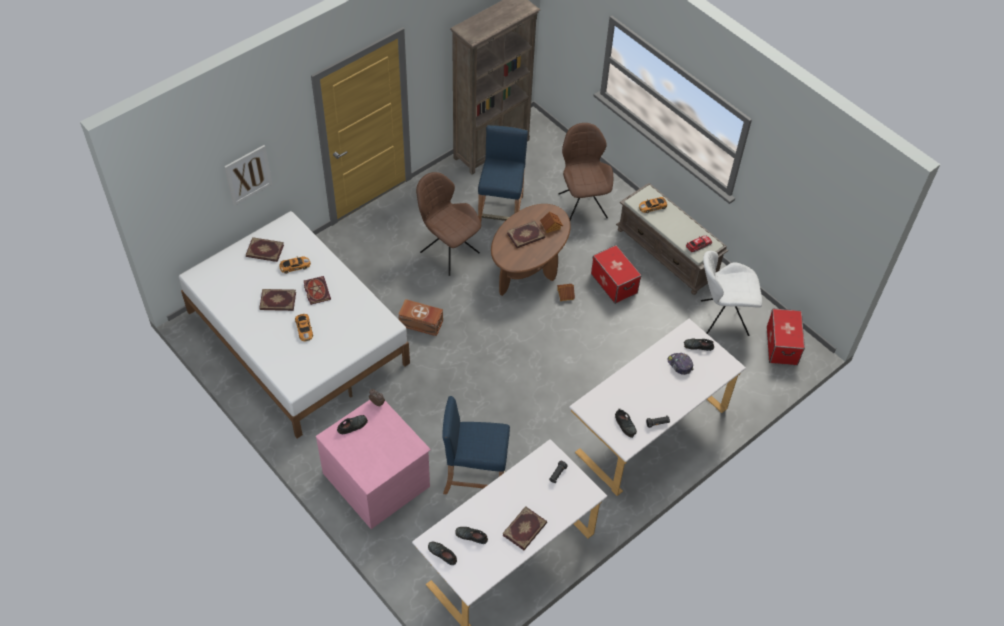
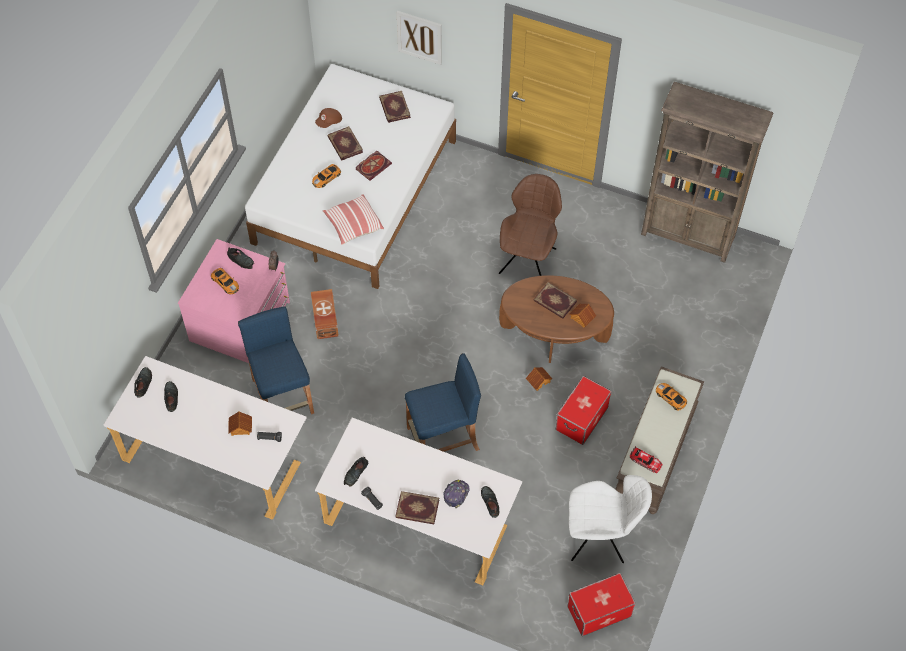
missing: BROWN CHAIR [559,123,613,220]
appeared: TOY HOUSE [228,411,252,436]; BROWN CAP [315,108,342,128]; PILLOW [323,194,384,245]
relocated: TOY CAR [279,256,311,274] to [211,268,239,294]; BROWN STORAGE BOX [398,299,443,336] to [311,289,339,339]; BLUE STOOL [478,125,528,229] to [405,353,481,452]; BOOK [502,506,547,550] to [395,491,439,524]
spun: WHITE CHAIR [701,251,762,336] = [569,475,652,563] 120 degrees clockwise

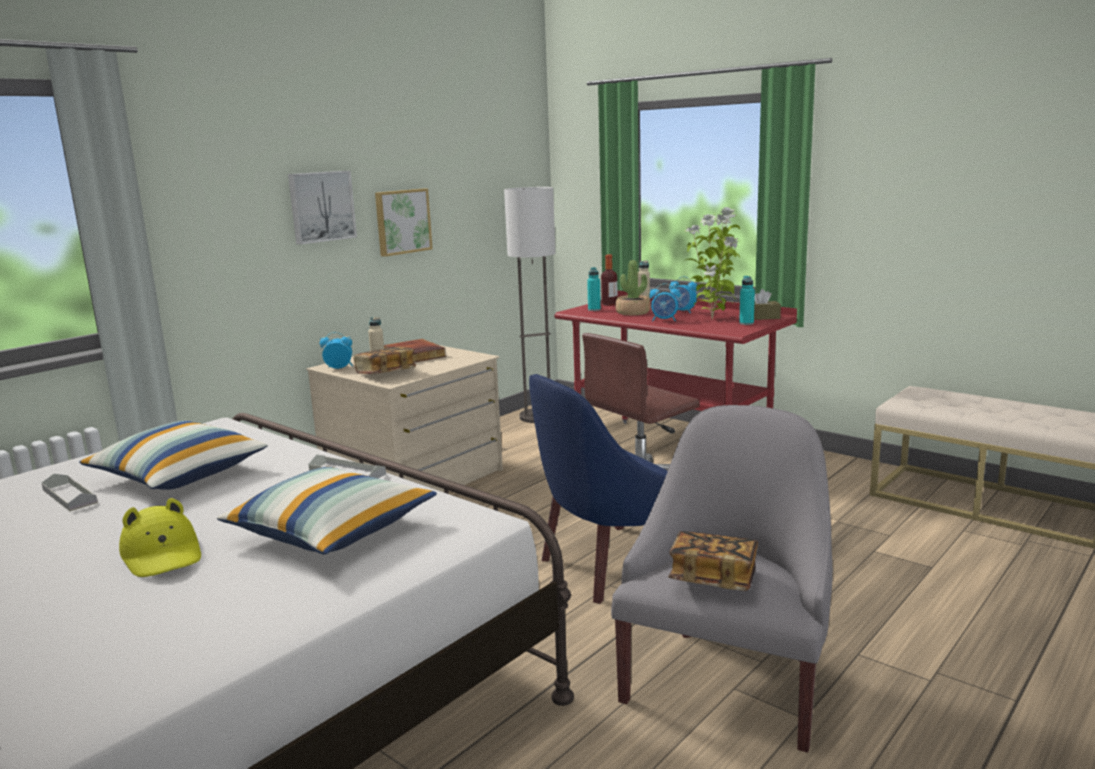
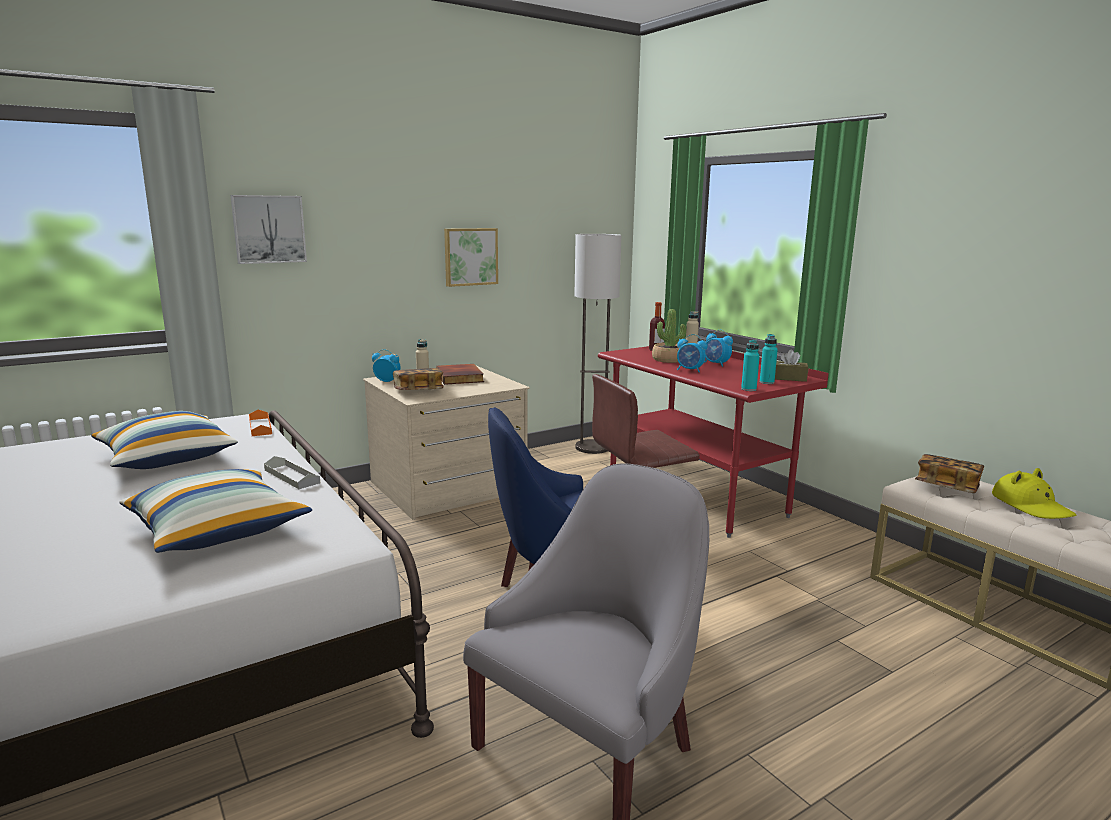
missing: GREY TRAY [41,474,98,511]; POTTED PLANT [684,207,740,319]
appeared: ORANGE TRAY [249,410,272,436]
relocated: YELLOW HAT [119,498,201,577] to [992,468,1076,519]; PICTURE [288,171,357,244] to [230,195,307,264]; TURQUOISE BOTTLE [587,267,601,311] to [741,340,760,391]; BOOK [668,531,758,591] to [915,454,984,493]

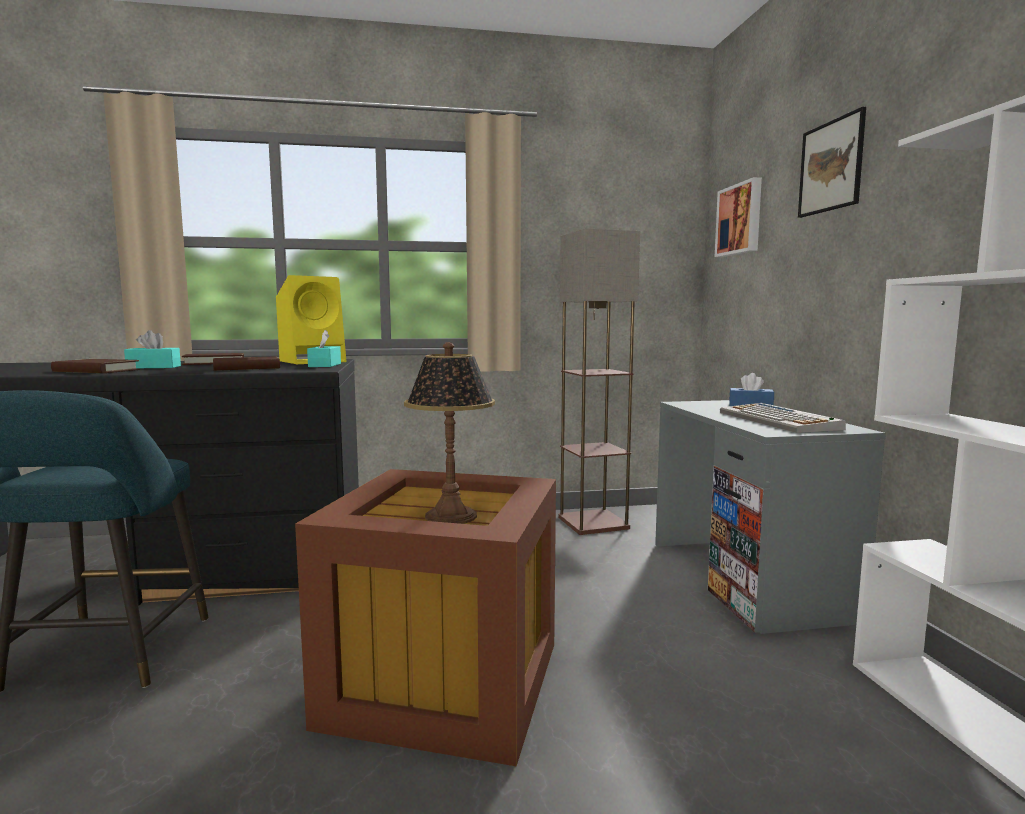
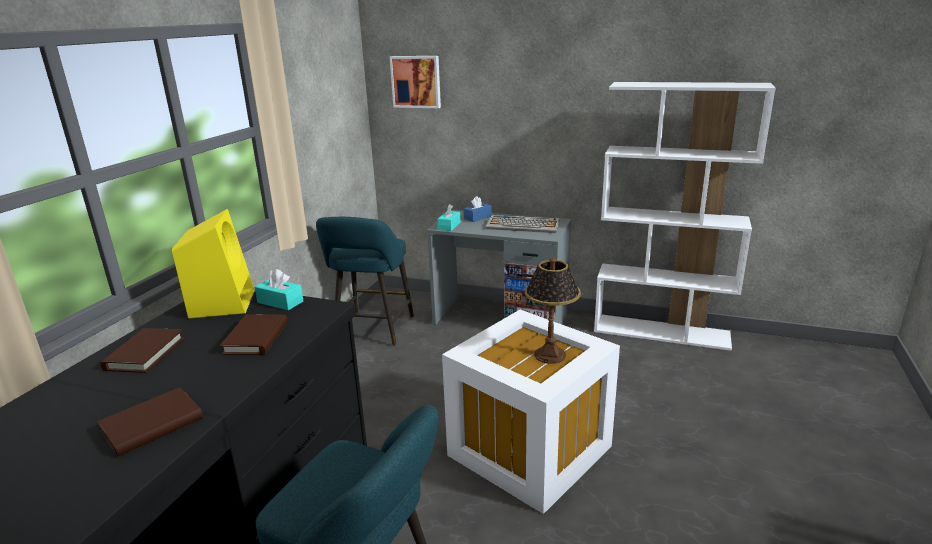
missing: PICTURE [798,107,866,218]
relocated: TURQUOISE TISSUE BOX [124,330,181,368] to [438,204,461,231]
exchanged: FLOOR LAMP [558,228,640,535] to TURQUOISE STOOL [316,217,414,346]
colour: BROWN STORAGE BOX [295,469,556,766] to WHITE STORAGE BOX [442,310,620,514]

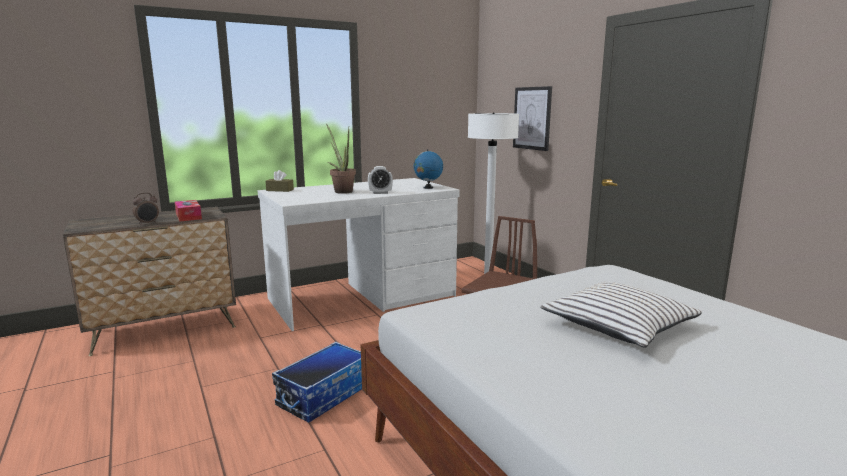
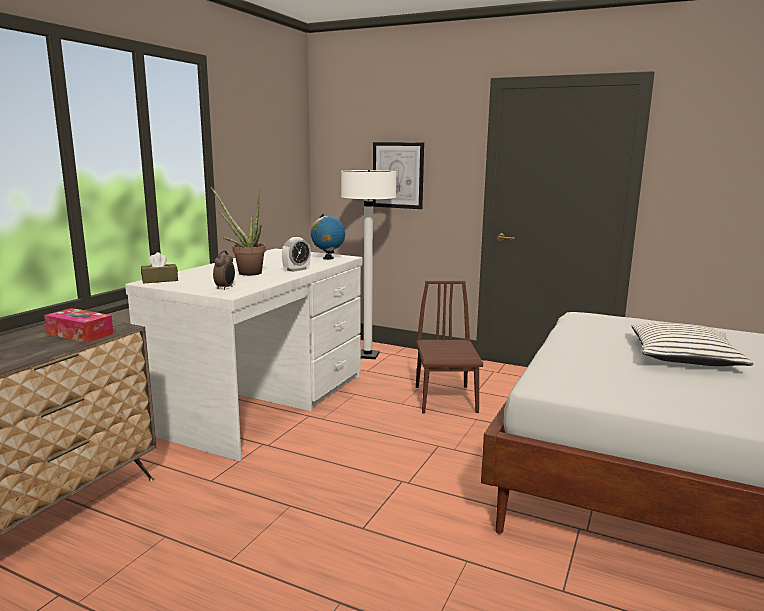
missing: STORAGE BOX [272,342,362,423]
relocated: ALARM CLOCK [132,193,159,225] to [213,251,235,290]

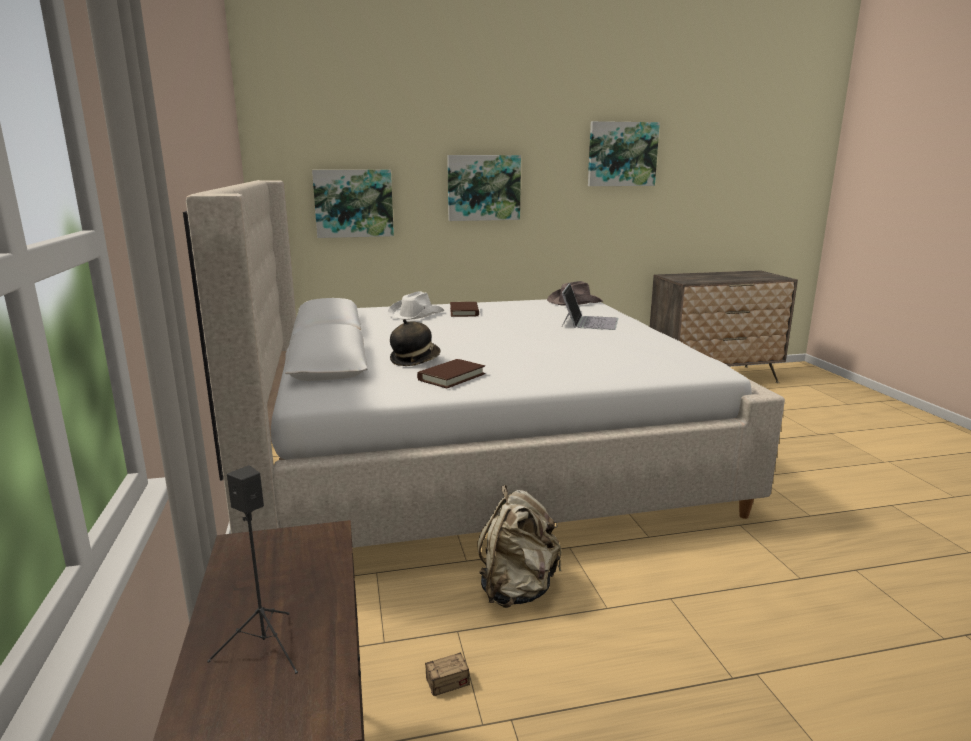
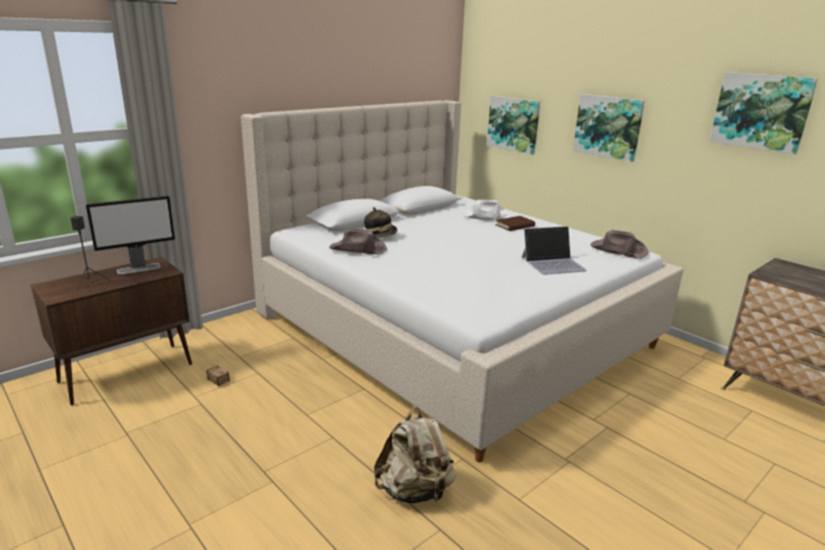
appeared: MONITOR [86,196,175,274]
relocated: BEIGE BACKPACK [477,485,562,608] to [374,407,456,503]
exchanged: BROWN BOOK [417,359,485,388] to BROWN HAT [329,229,387,255]

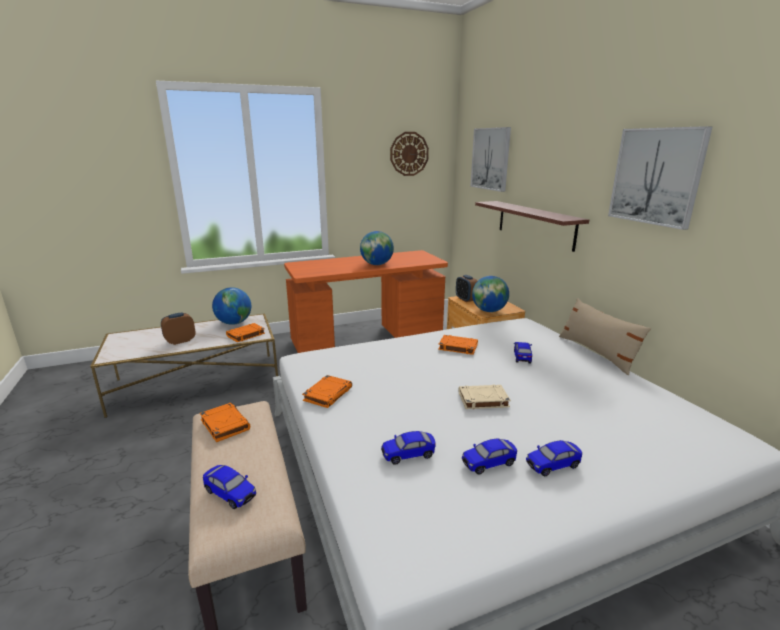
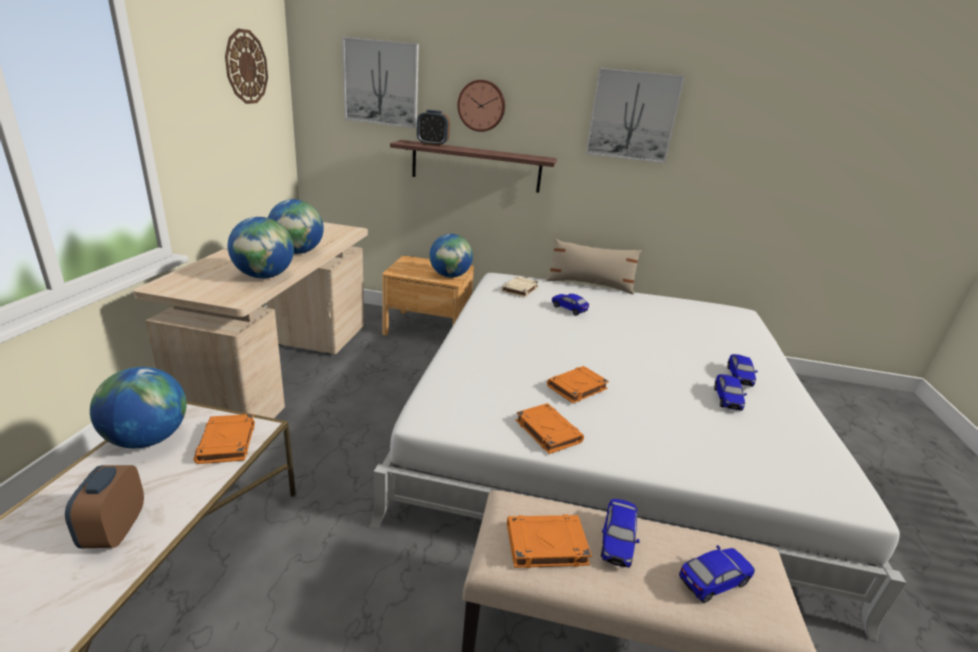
appeared: GLOBE [228,217,294,278]; WALL CLOCK [457,80,505,132]
relocated: TOY CAR [381,431,436,465] to [601,499,640,568]; ORANGE BOOK [438,335,478,355] to [547,366,609,403]; ALARM CLOCK [456,275,477,302] to [417,110,450,146]; BEIGE BOOK [459,385,511,409] to [501,276,539,298]
colour: ORANGE DESK [284,250,448,353] to BEIGE DESK [133,222,368,418]

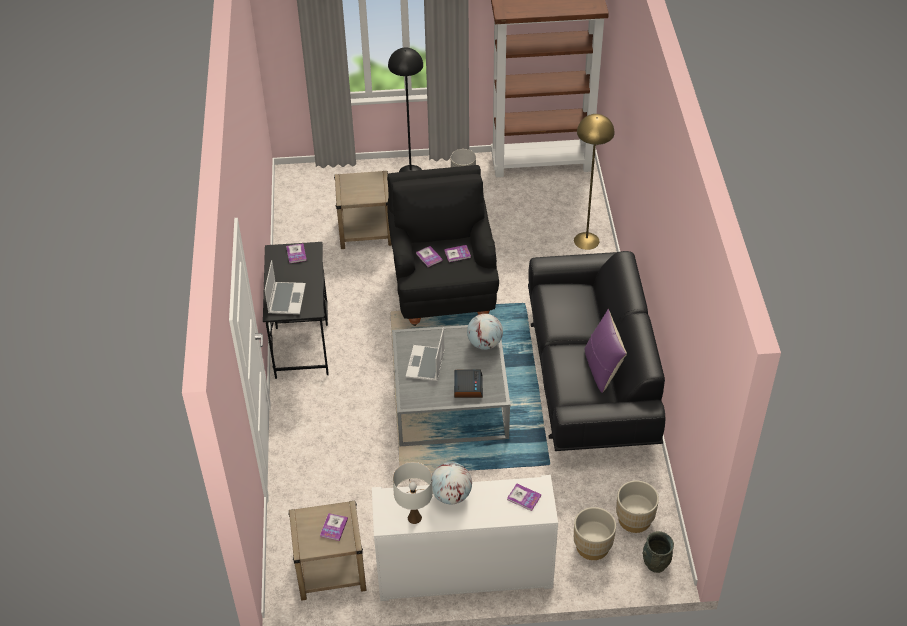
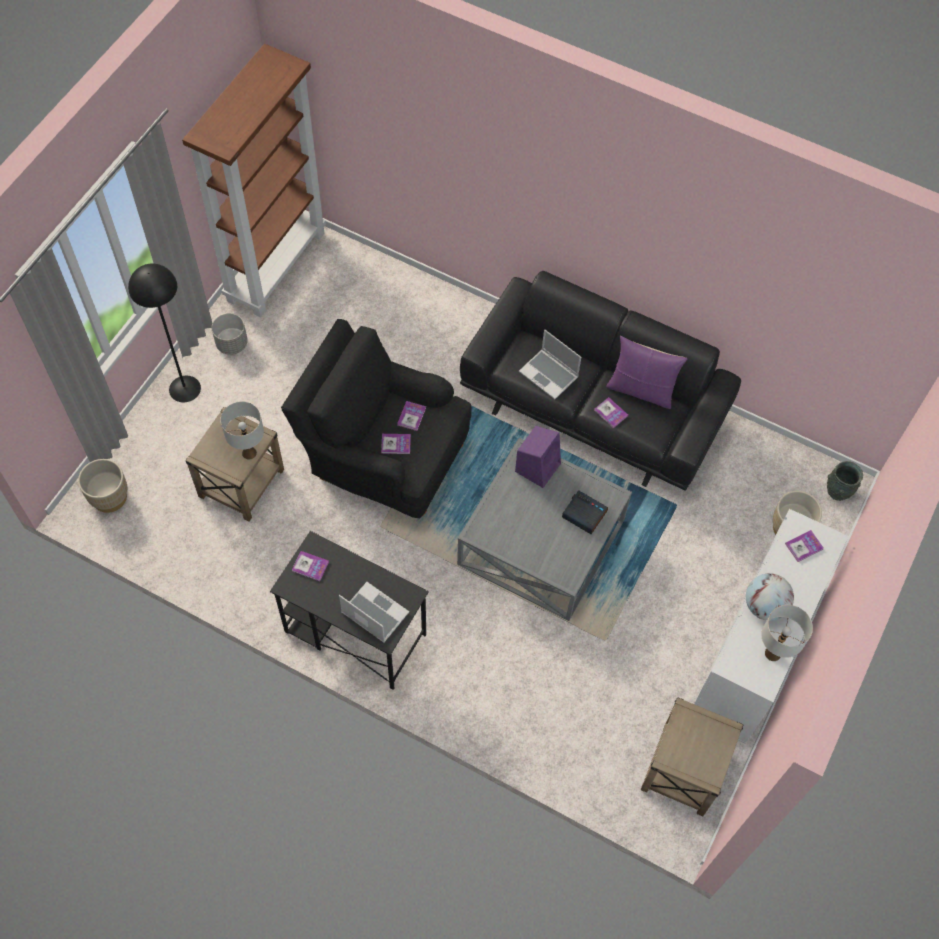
missing: YELLOW FLOOR LAMP [574,114,614,250]
appeared: WHITE TABLE LAMP [220,401,264,460]
relocated: BOOK [320,513,348,541] to [594,397,628,428]; LAPTOP [406,327,445,381] to [519,329,581,399]; BEIGE PLANTER [616,481,659,533] to [78,459,128,513]
exchanged: GLOBE [467,314,503,350] to PURPLE SPEAKER [515,426,561,488]

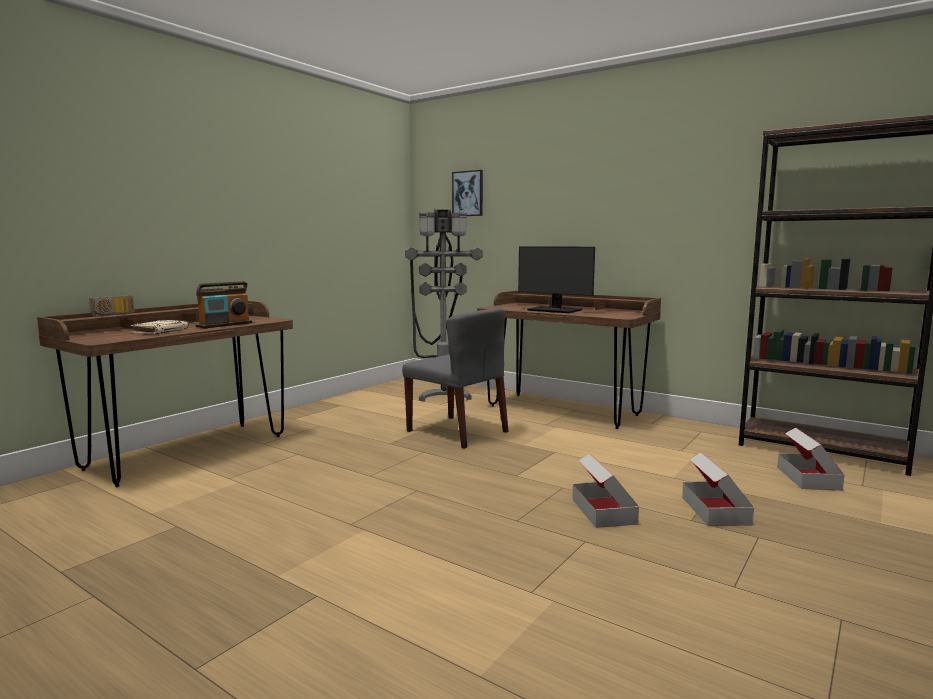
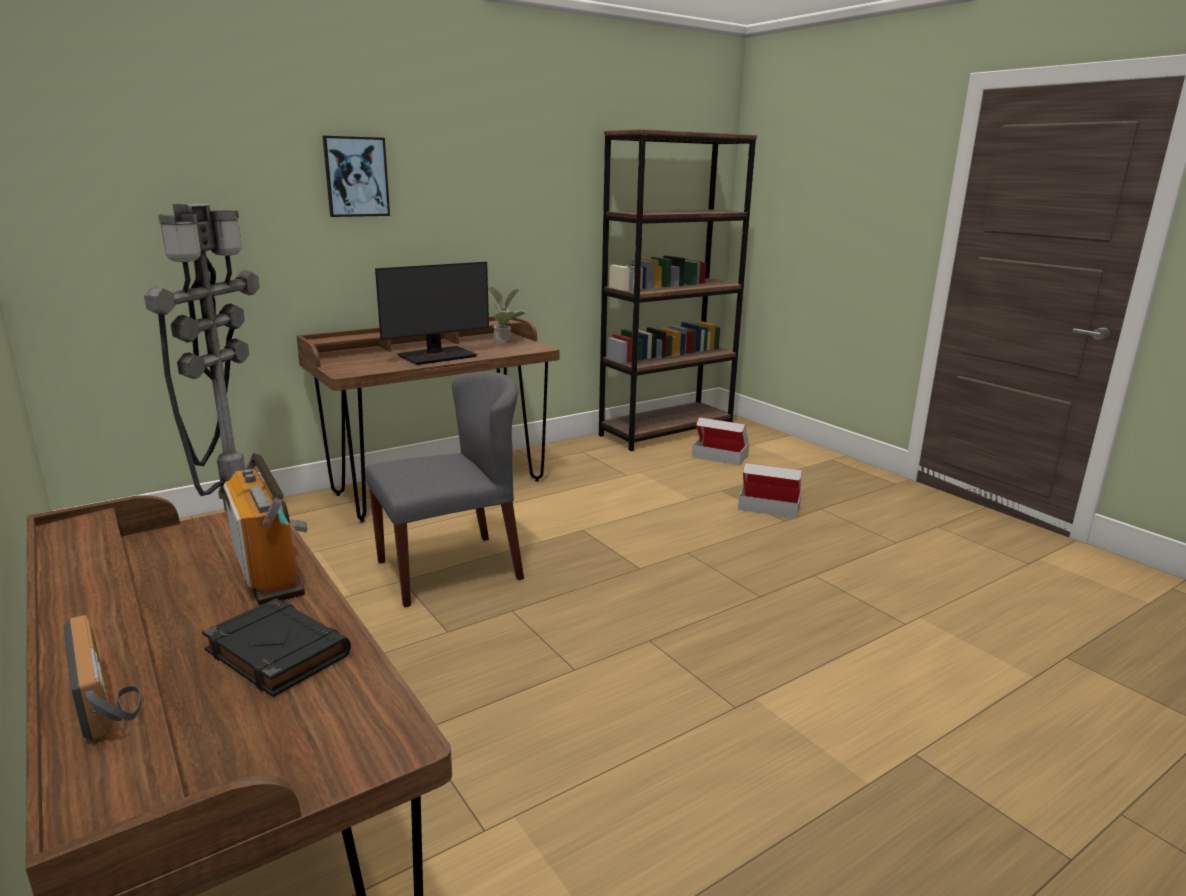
missing: CARDBOARD BOX [572,453,639,528]
appeared: POTTED PLANT [488,287,526,344]
relocated: PICTURE [452,170,483,216] to [323,136,390,217]
colour: BEIGE BOOK [130,320,189,334] to BLACK BOOK [202,598,351,697]

